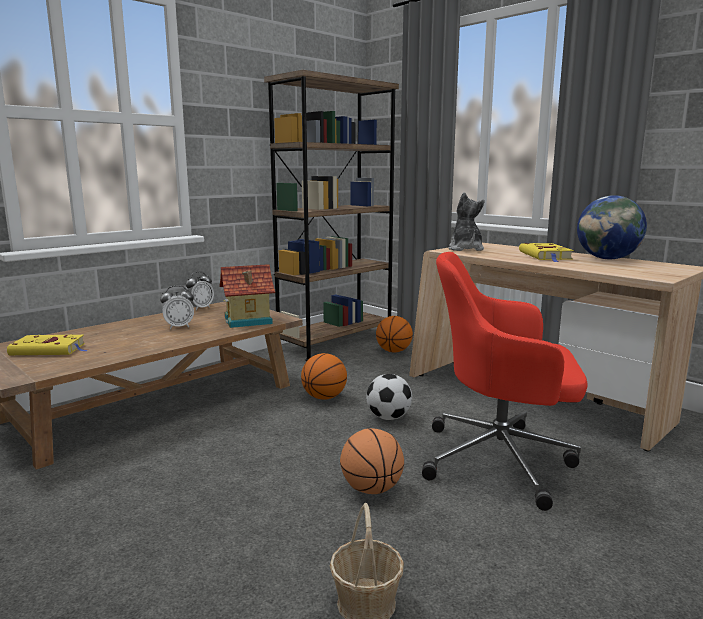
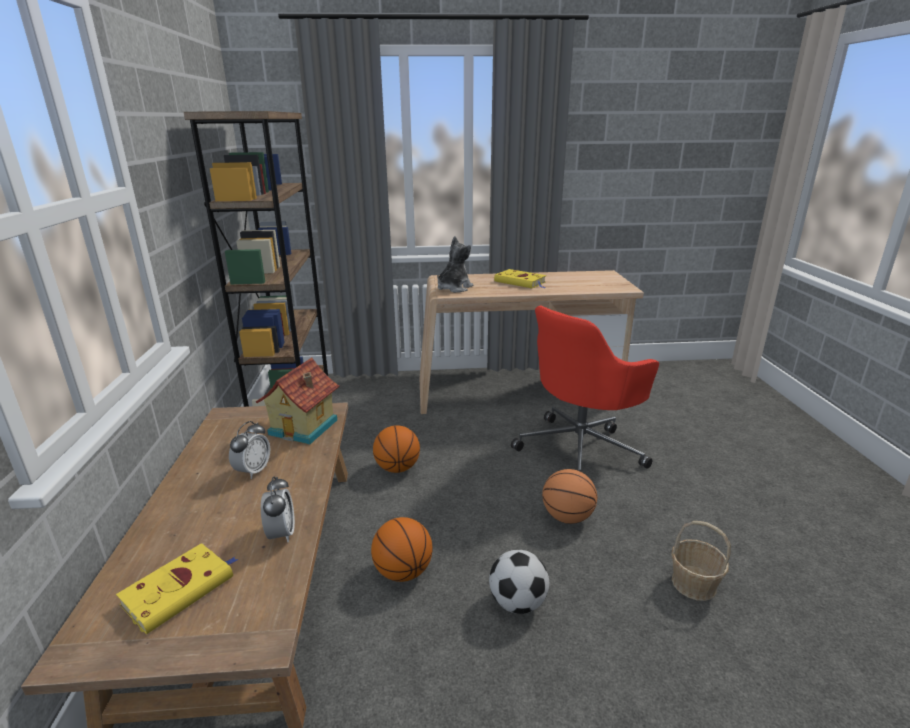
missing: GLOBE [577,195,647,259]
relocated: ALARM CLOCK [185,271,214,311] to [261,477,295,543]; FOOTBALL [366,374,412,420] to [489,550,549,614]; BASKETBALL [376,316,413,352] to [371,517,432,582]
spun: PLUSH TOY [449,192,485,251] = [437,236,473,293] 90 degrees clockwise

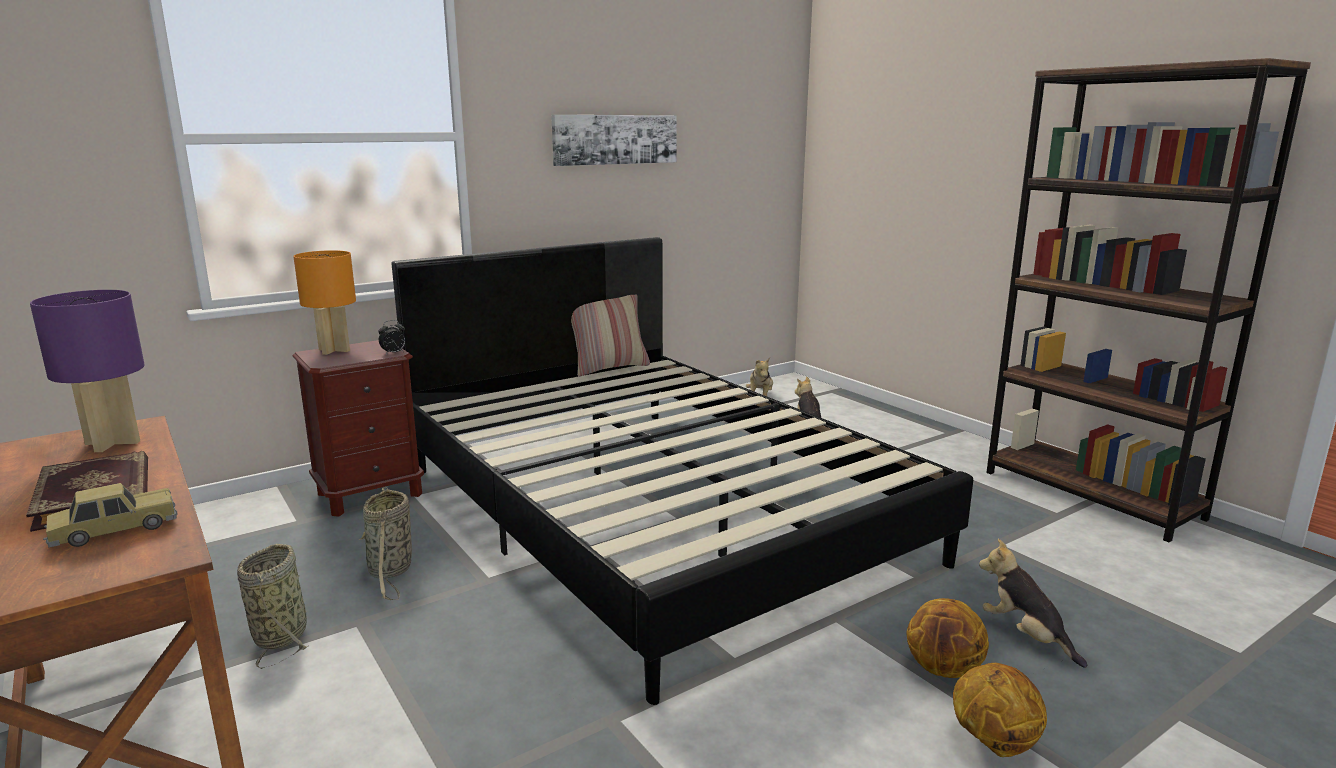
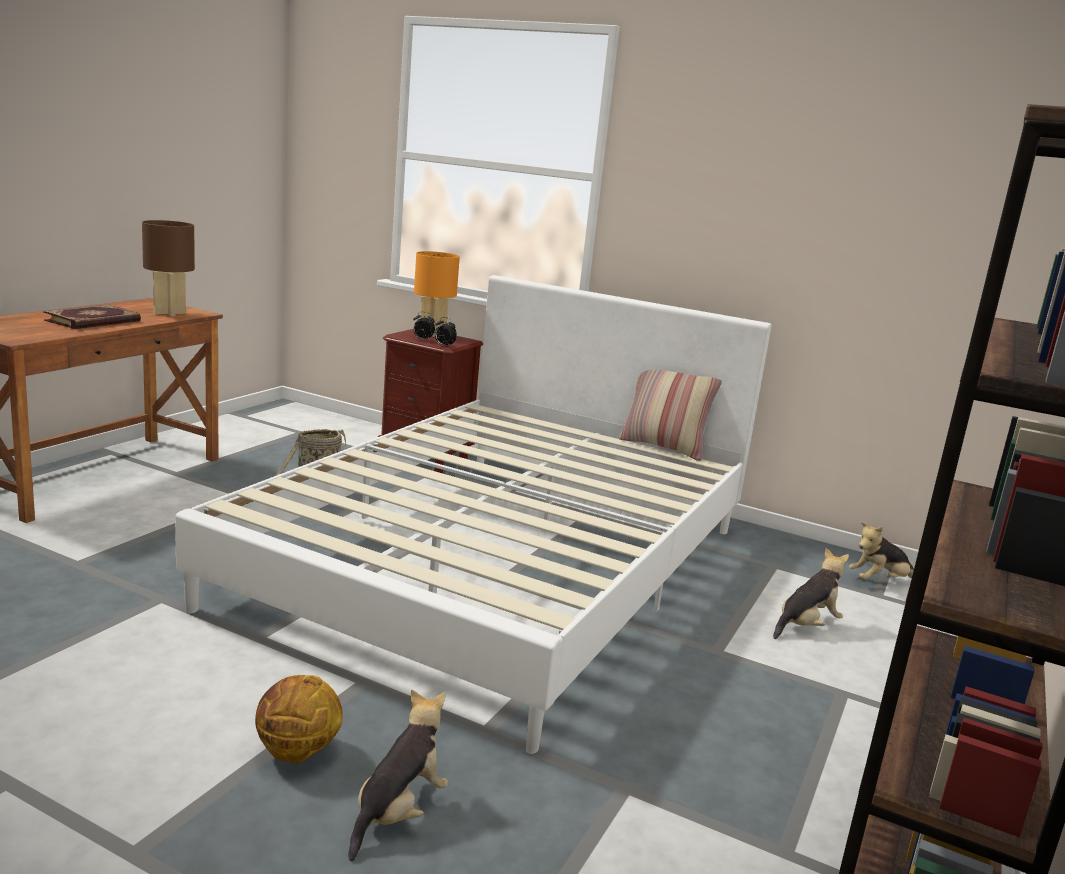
missing: TOY CAR [43,483,178,547]; BASKET [237,544,308,669]; PICTURE [551,115,677,166]; BASKETBALL [953,663,1047,757]
appeared: ALARM CLOCK [413,312,435,341]
colour: PURPLE TABLE LAMP [30,290,145,452] to BROWN TABLE LAMP [142,220,195,317]; BLACK BED [392,237,973,705] to WHITE BED [175,275,772,754]

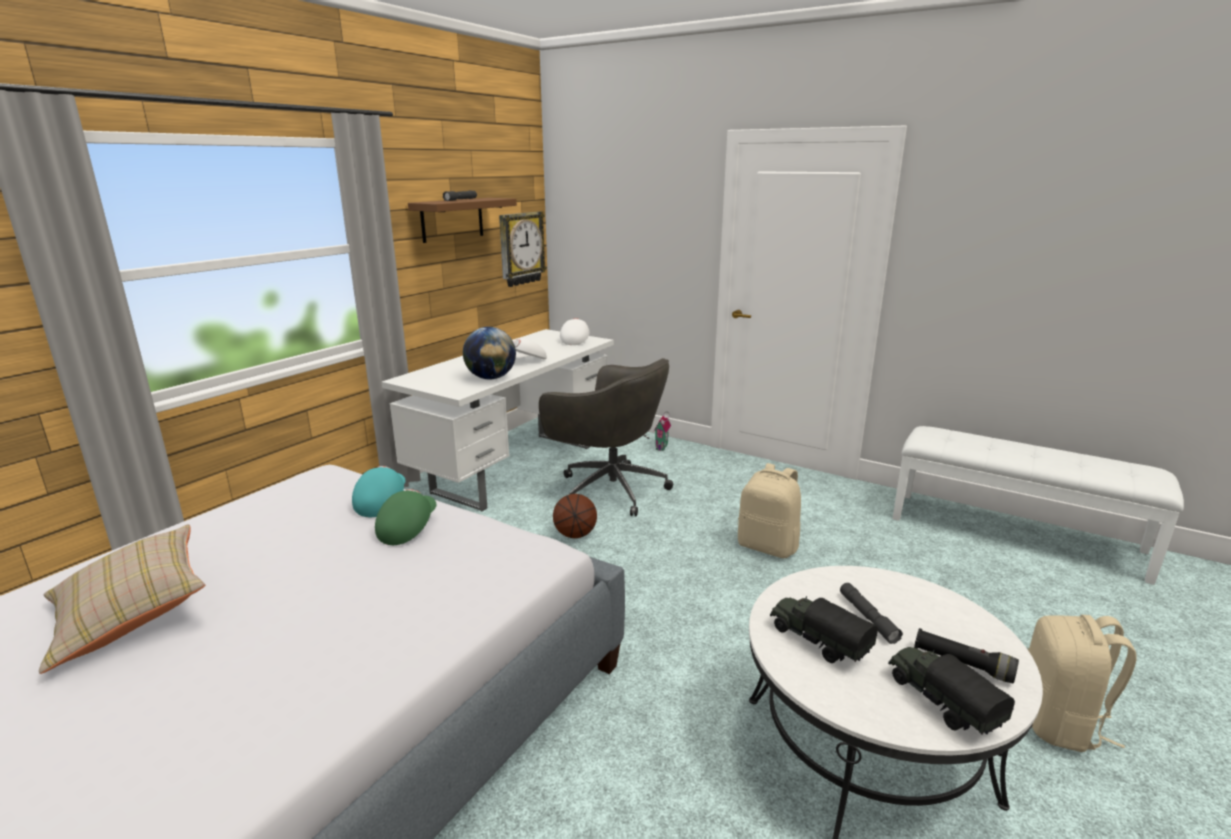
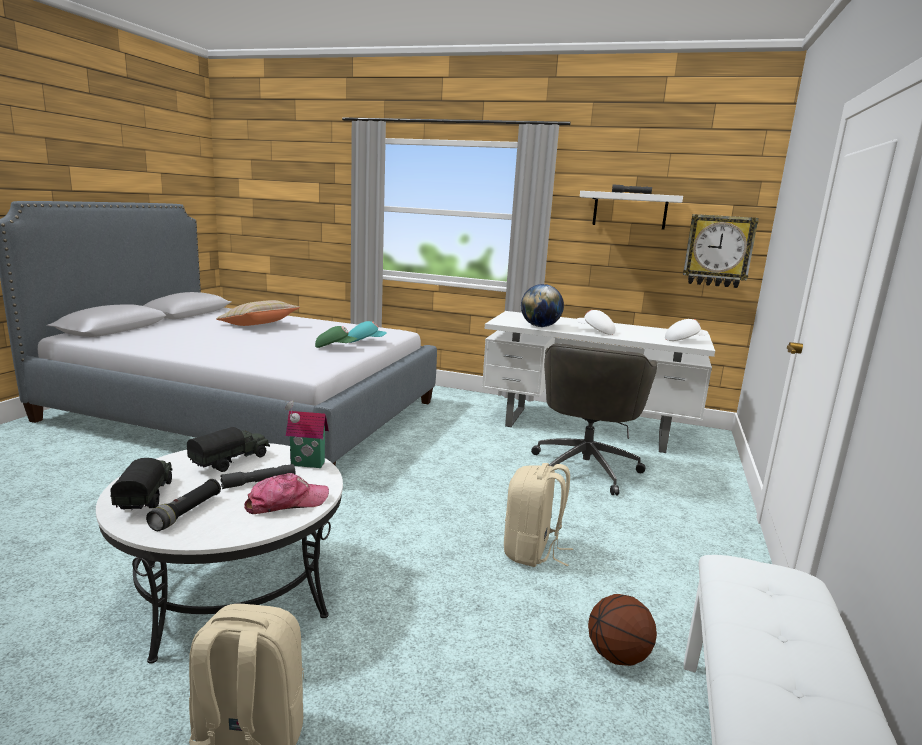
appeared: CAP [244,473,329,514]
relocated: BASKETBALL [553,494,597,538] to [588,594,657,666]; TOY HOUSE [653,411,671,451] to [285,401,329,468]
colour: BROWN SHELF [408,198,517,243] to WHITE SHELF [580,191,683,230]
spun: TOY TRUCK [888,647,1015,734] = [110,458,173,510] 60 degrees counterclockwise

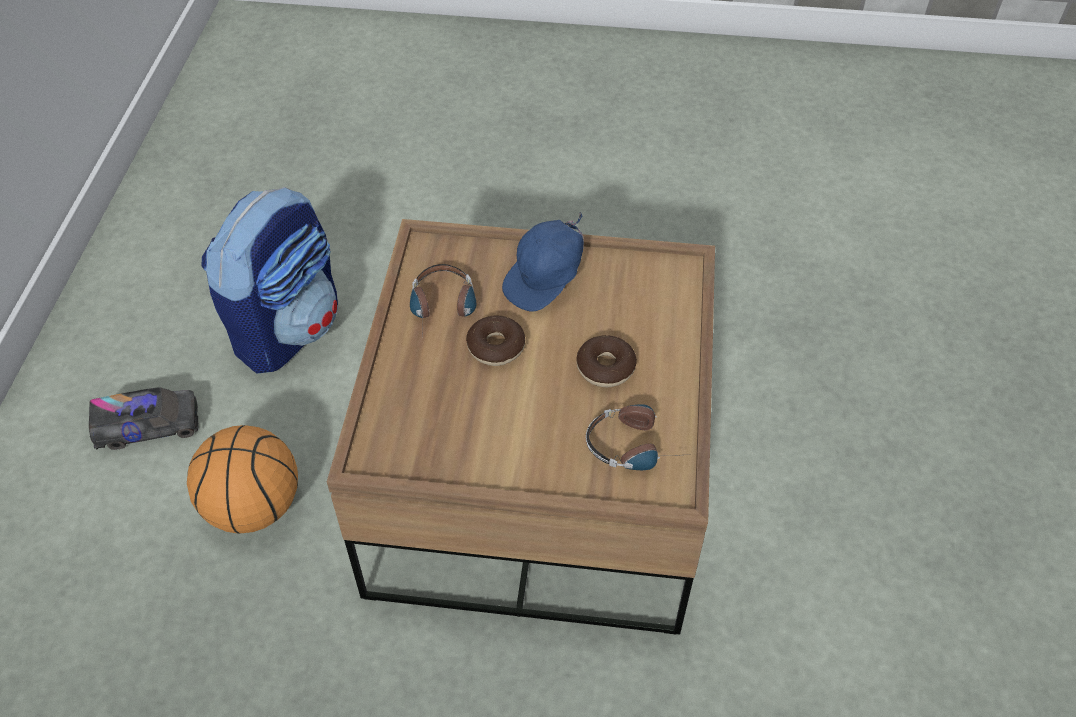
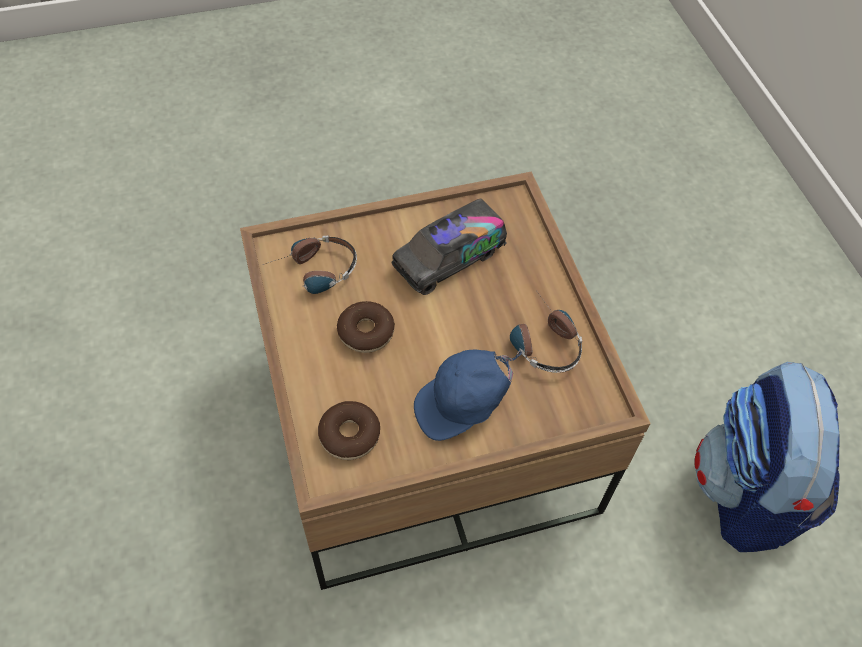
missing: BASKETBALL [187,425,298,533]
relocated: TOY TRUCK [89,387,199,450] to [392,198,507,295]; DONUT [466,315,525,366] to [318,401,380,460]
spun: BLUE CAP [502,212,584,311] = [414,350,522,441] 135 degrees counterclockwise

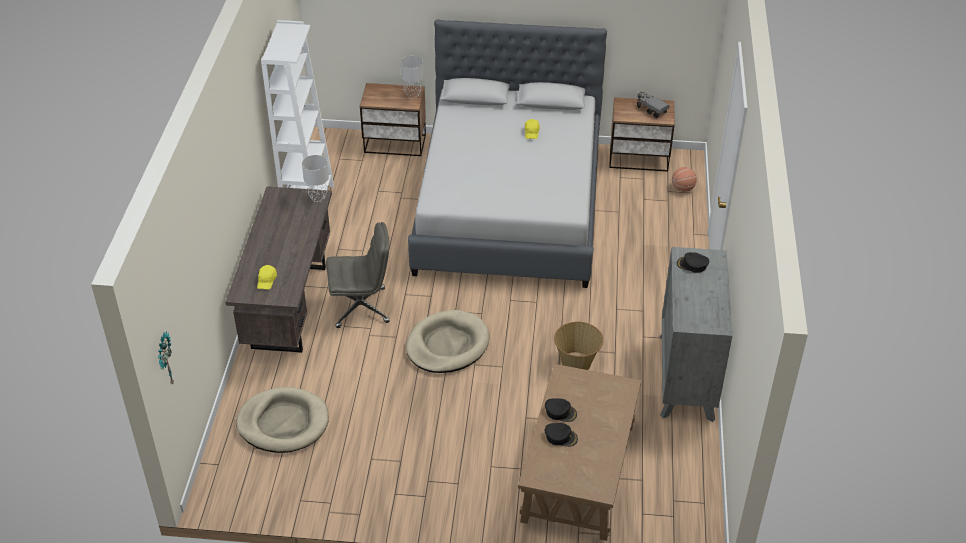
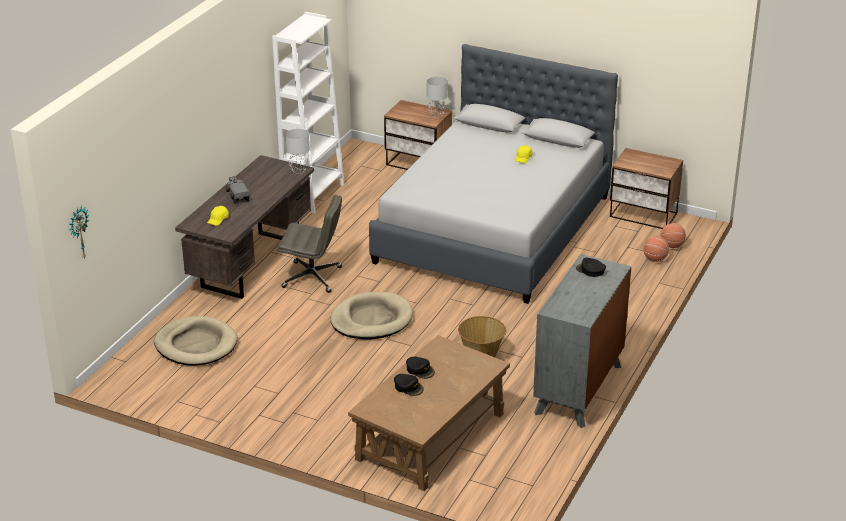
appeared: BASKETBALL [644,236,669,262]
relocated: TOY TRUCK [637,91,669,118] to [226,175,249,204]

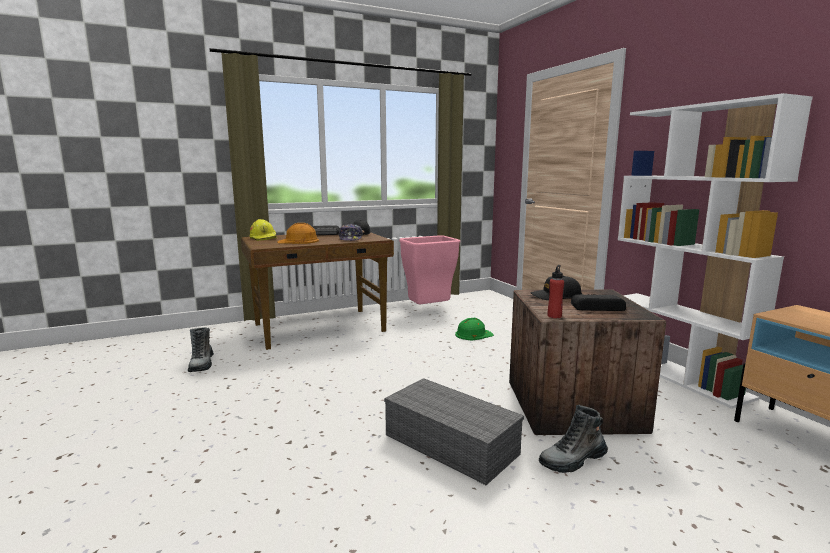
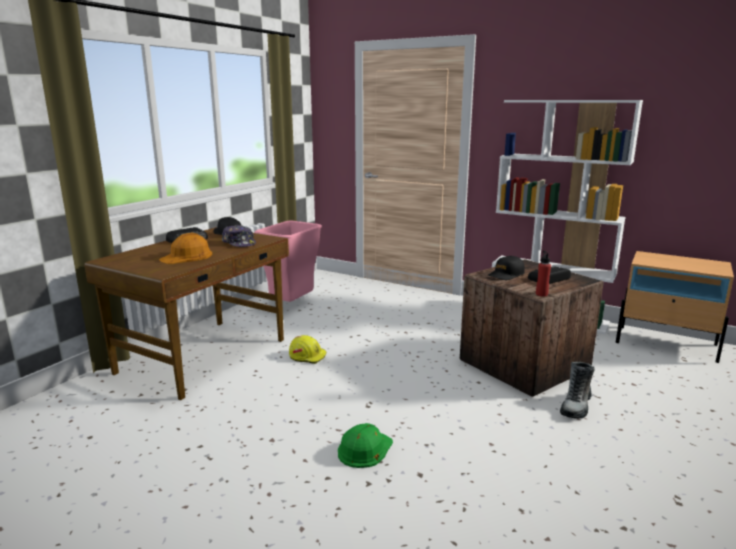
missing: BOOT [188,327,214,372]; GREY STORAGE BOX [384,378,524,485]
relocated: YELLOW HARD HAT [249,219,277,241] to [289,335,326,364]; GREEN HARD HAT [455,318,494,340] to [338,423,393,468]

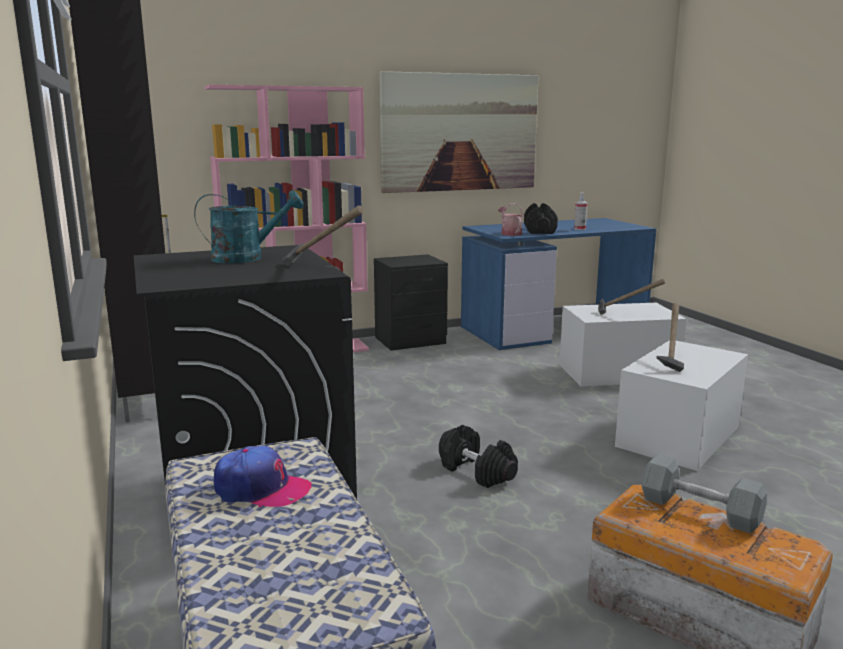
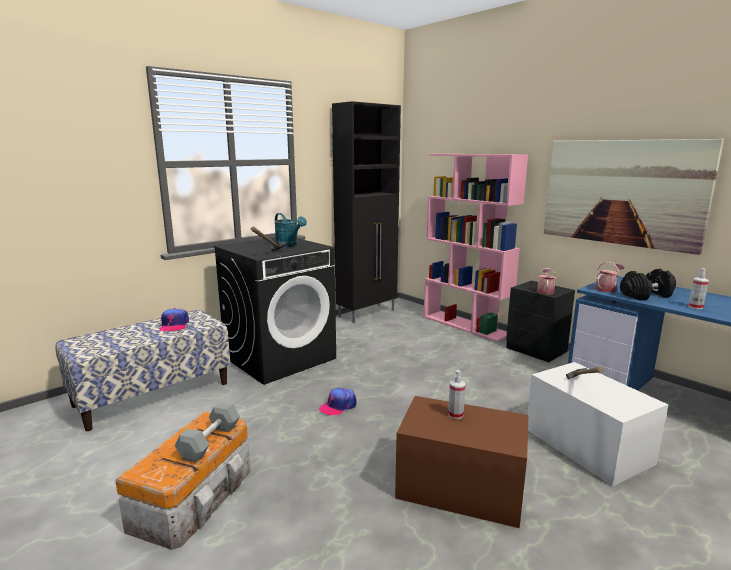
appeared: WATERING CAN [537,268,557,294]
exchanged: BLACK DUMBBELL [439,425,518,488] to CAP [319,388,356,416]; HAMMER [656,303,684,372] to SPRAY BOTTLE [448,370,466,419]
colour: WHITE STORAGE BOX [615,340,748,471] to BROWN STORAGE BOX [395,396,529,528]

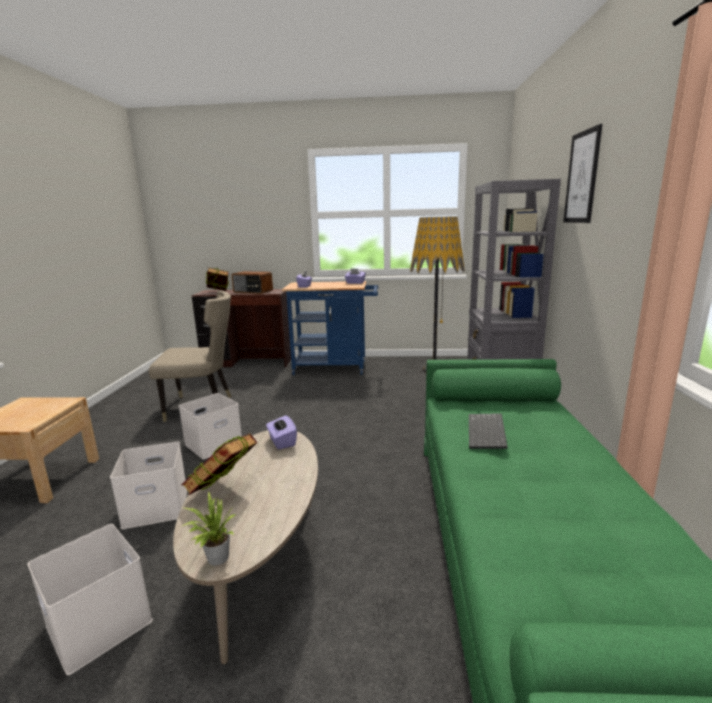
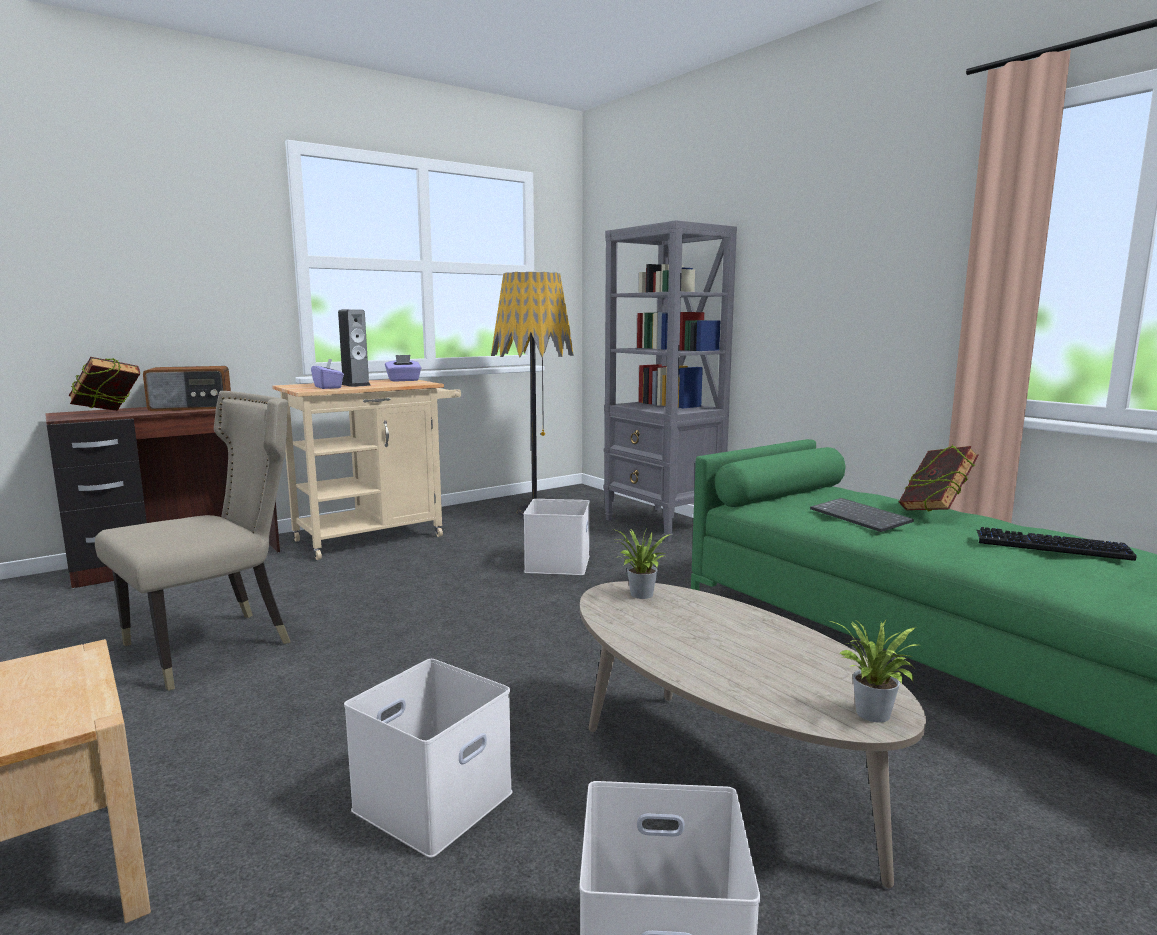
missing: PICTURE [563,124,602,223]
appeared: SPEAKER [338,309,371,387]; KEYBOARD [977,527,1137,561]
relocated: WHITE STORAGE BOX [179,393,242,459] to [524,499,590,575]; BOOK [181,433,257,495] to [899,445,979,511]
exchanged: PURPLE TISSUE BOX [266,415,297,450] to POTTED PLANT [613,527,670,599]
colour: BLUE CART [282,281,378,375] to BEIGE CART [272,379,461,560]

